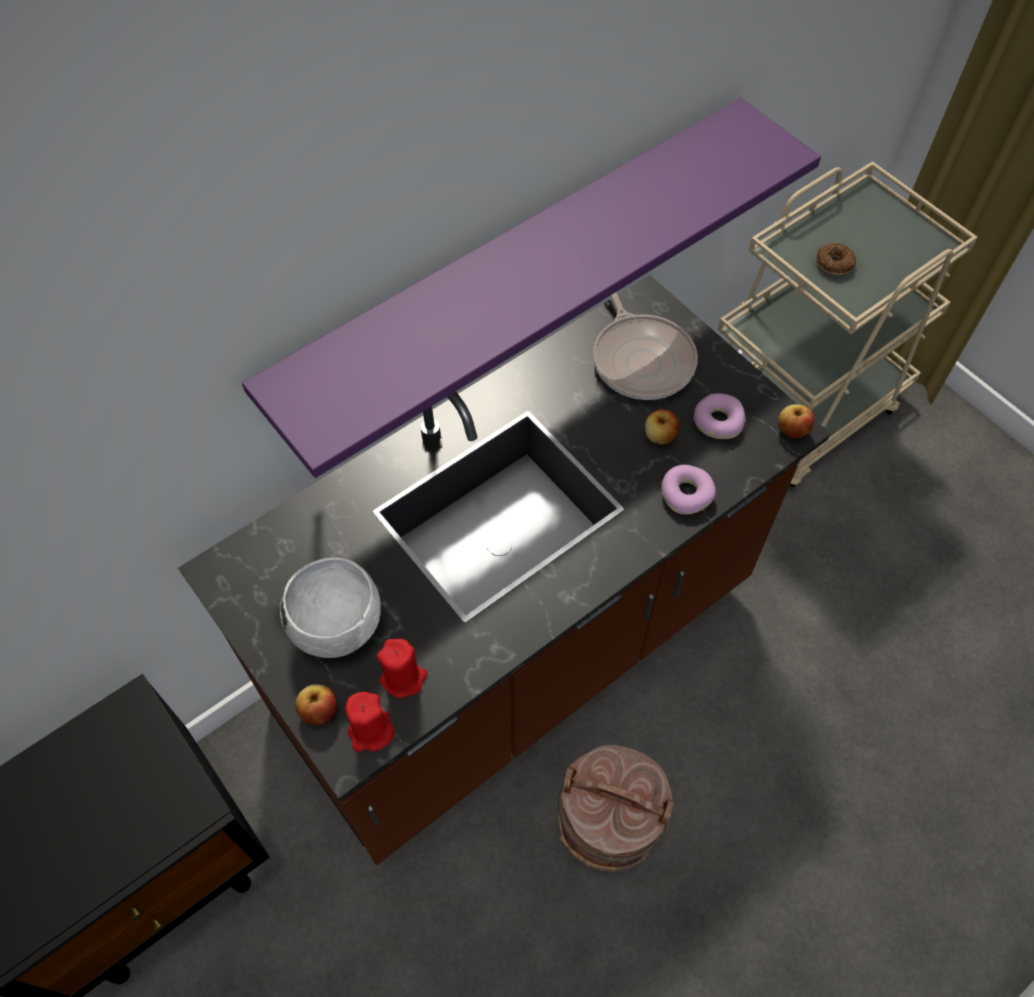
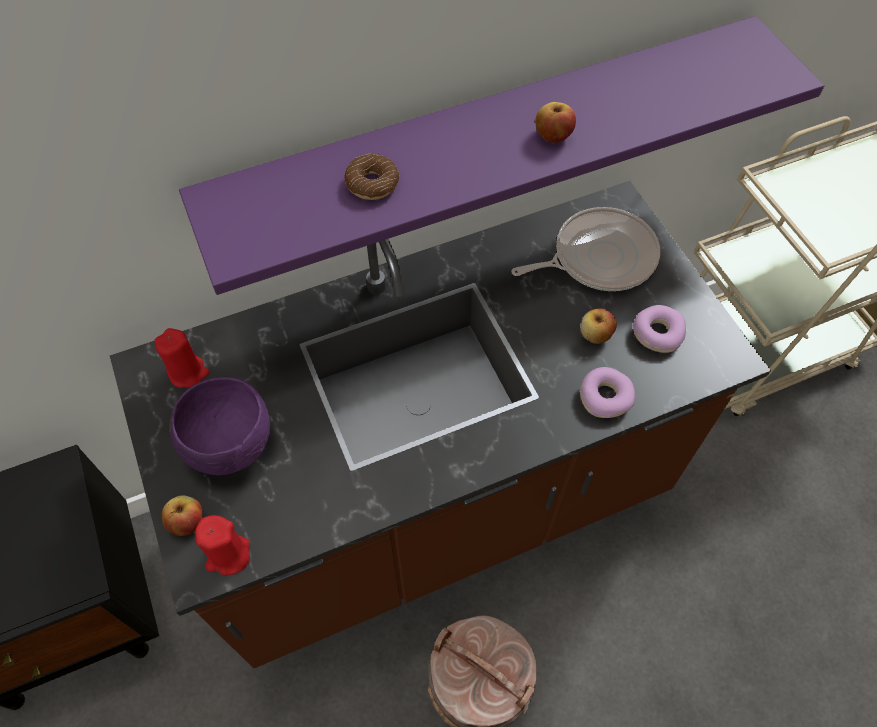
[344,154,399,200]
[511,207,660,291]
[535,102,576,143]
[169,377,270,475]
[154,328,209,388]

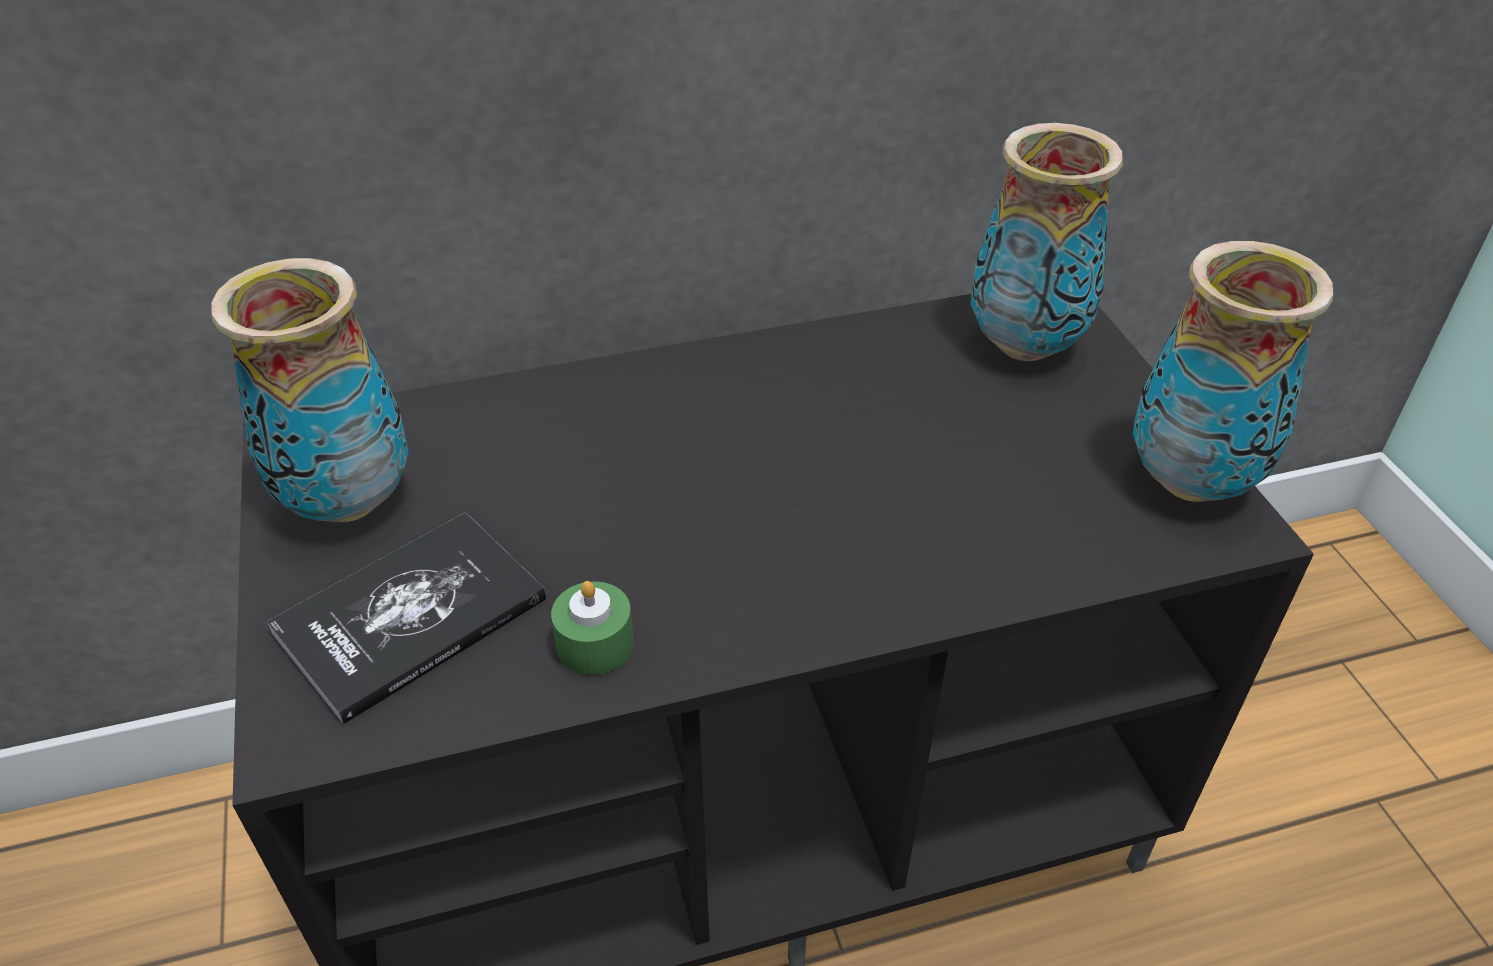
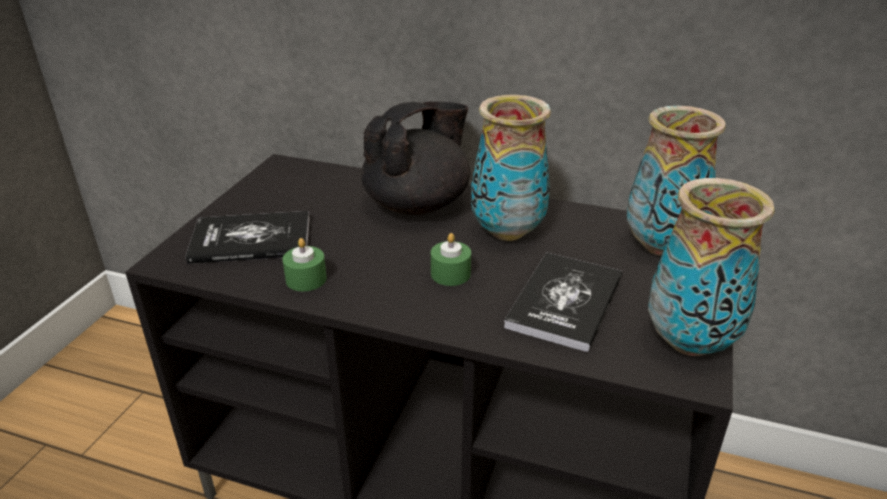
[471,95,551,241]
[361,102,470,215]
[431,233,471,286]
[504,252,622,352]

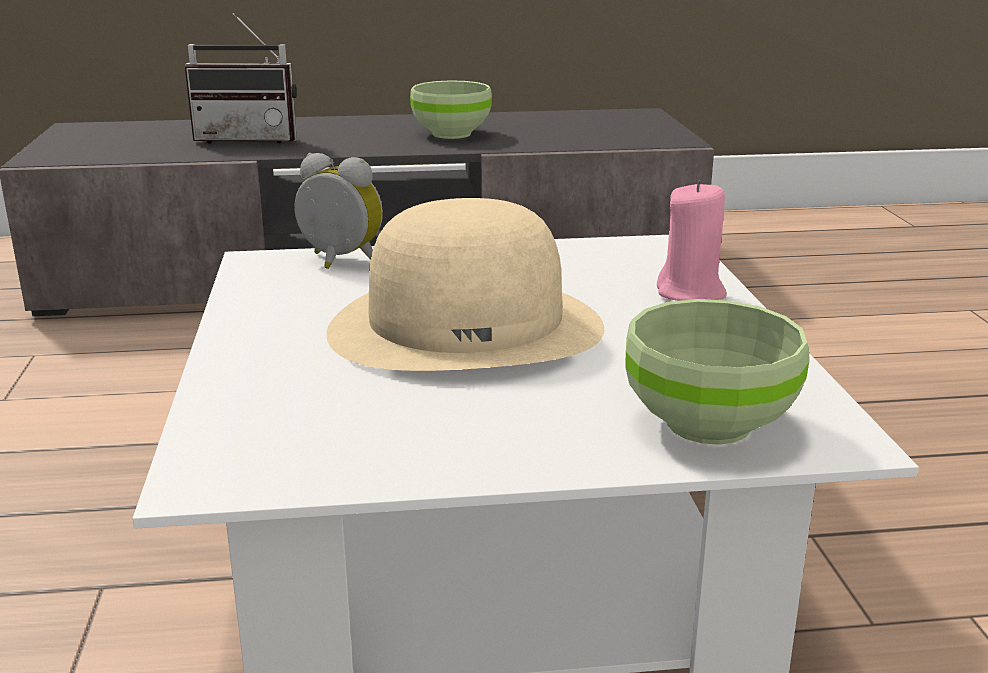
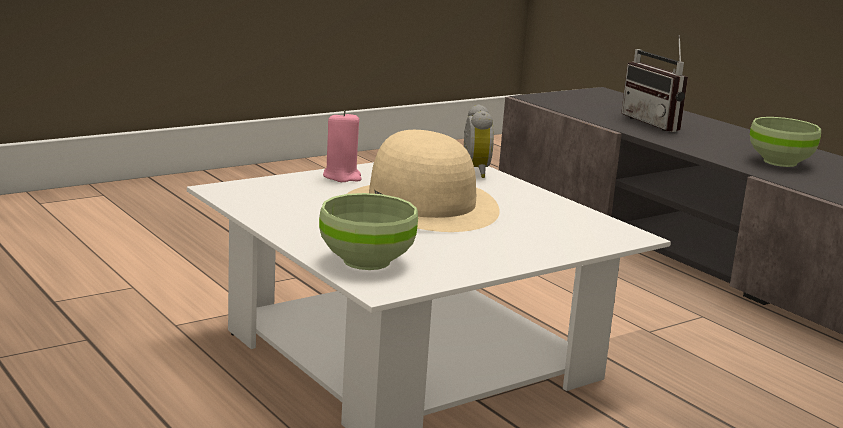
[323,110,361,182]

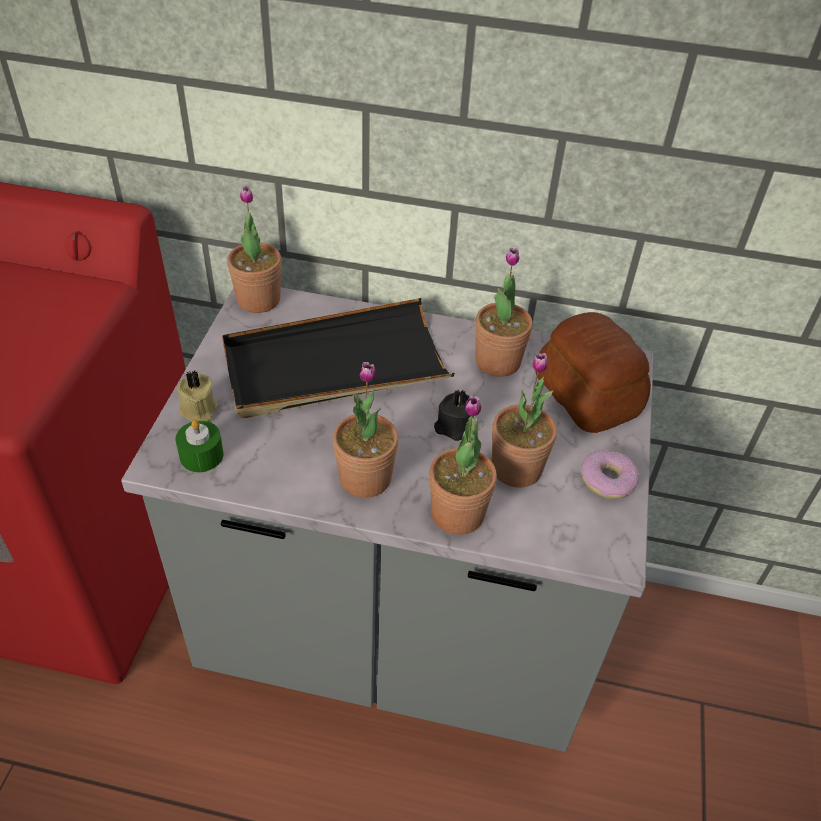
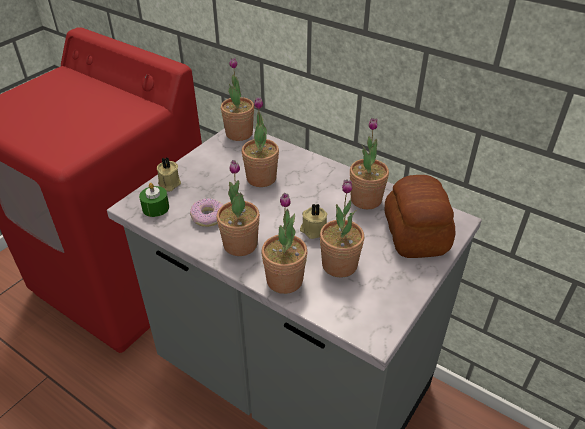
[242,97,279,187]
[300,203,327,239]
[190,198,223,227]

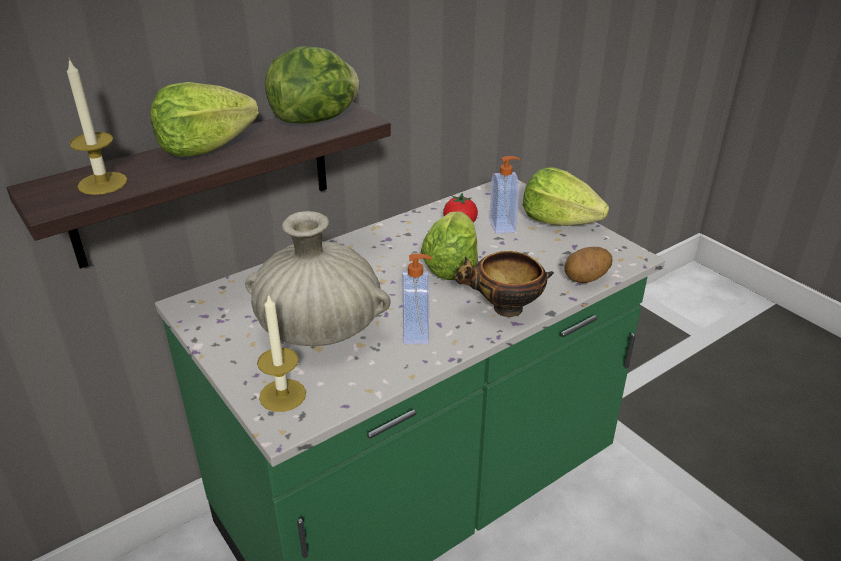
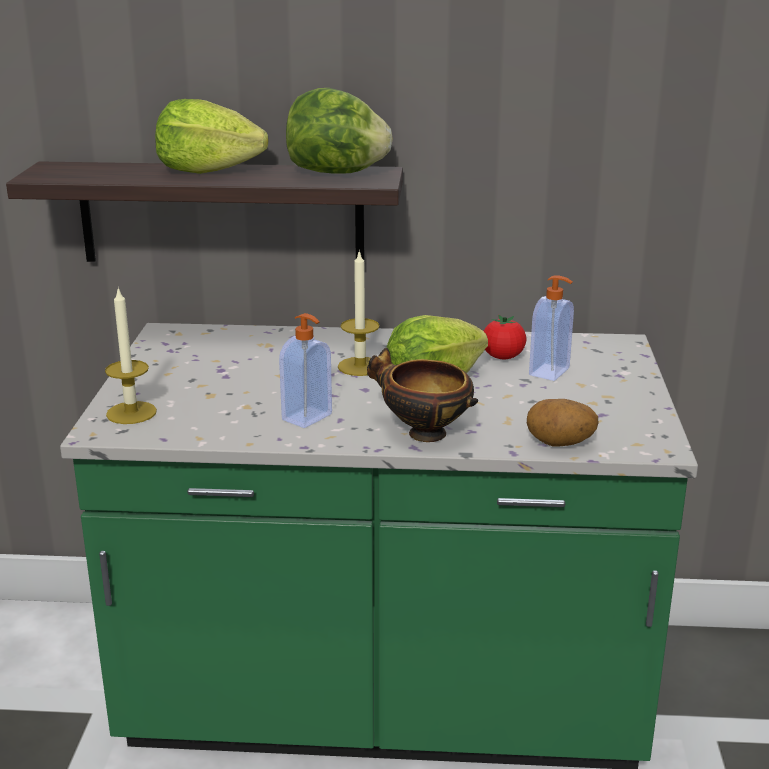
[338,250,380,376]
[523,167,609,226] (first image)
[245,211,391,346] (first image)

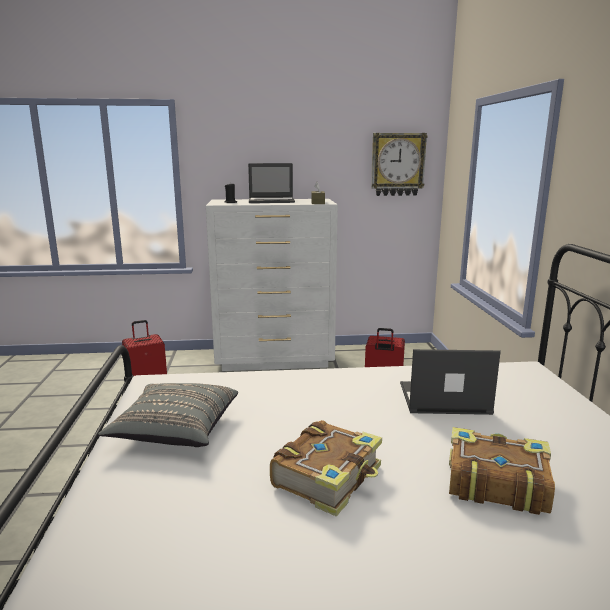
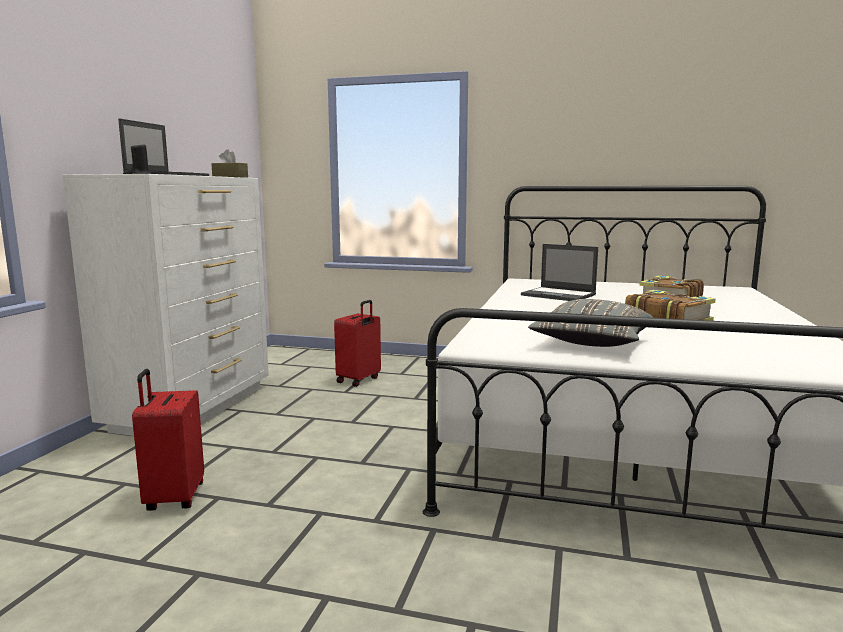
[371,133,428,196] (first image)
[521,244,598,301]

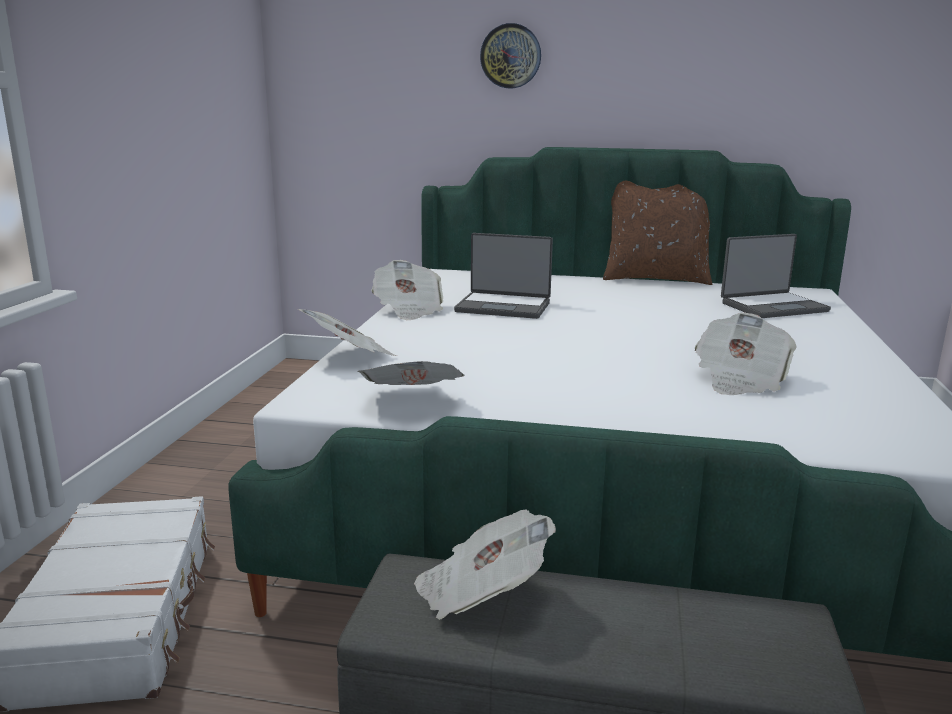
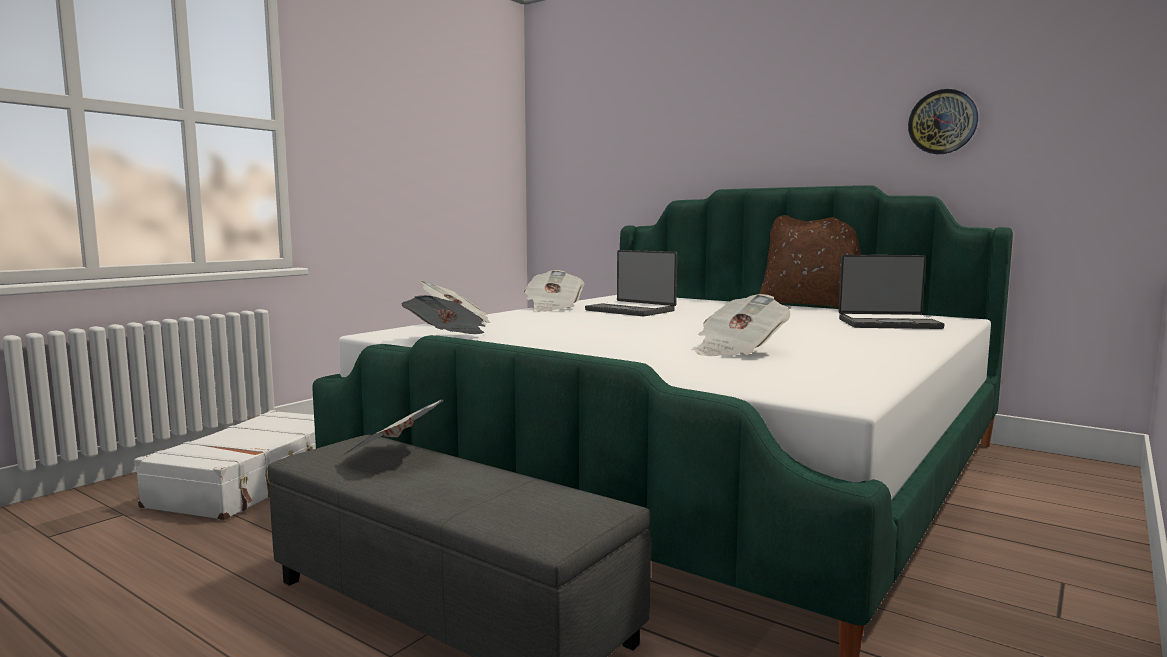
[908,89,978,154]

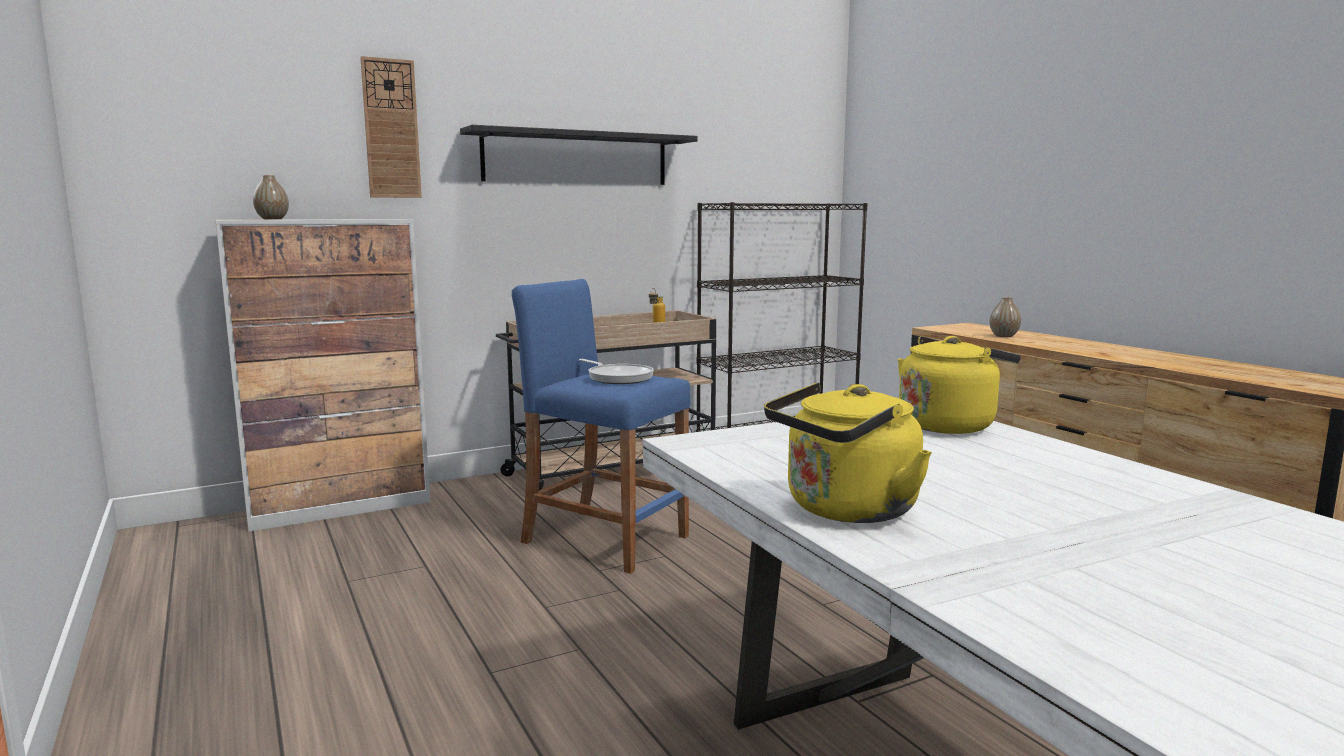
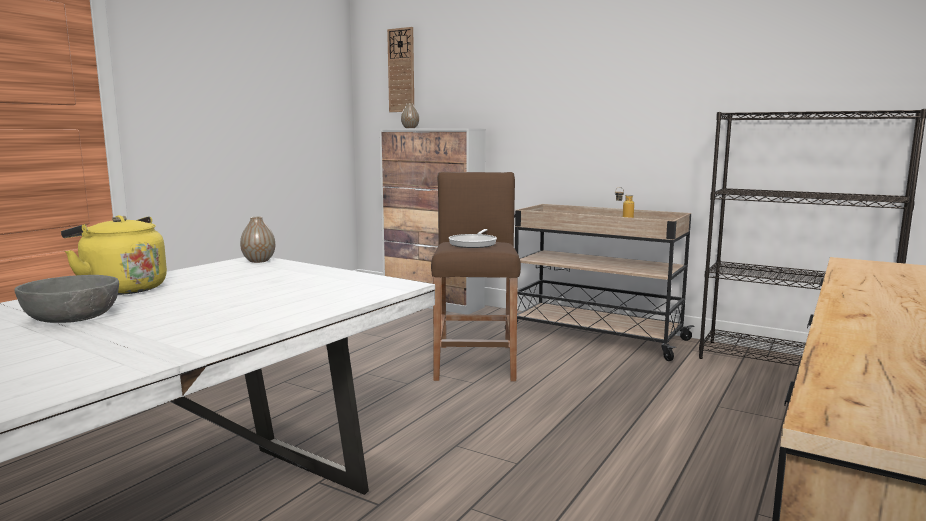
[387,27,414,112]
[460,125,698,185] (first image)
[431,172,521,381]
[240,216,275,263]
[898,336,1021,434] (first image)
[14,275,119,323]

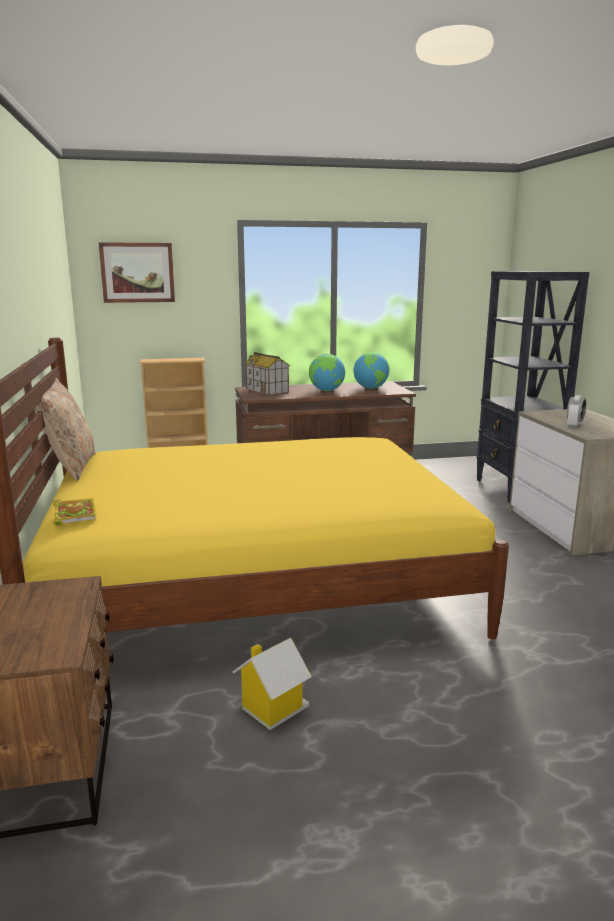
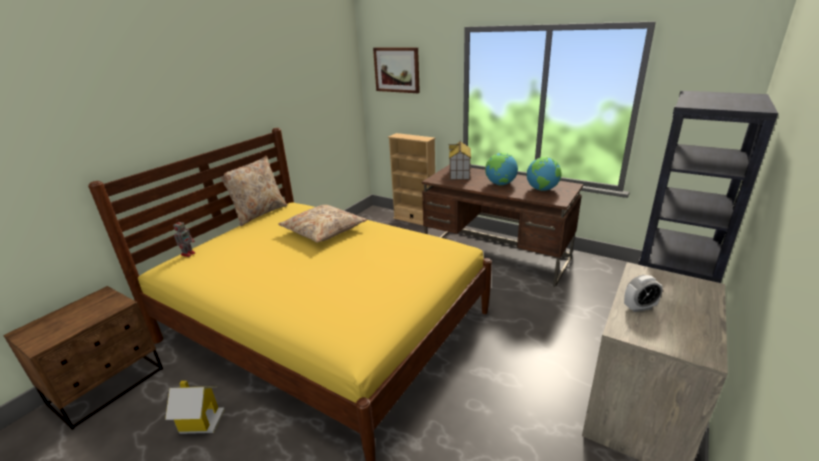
[173,220,195,257]
[278,205,367,243]

